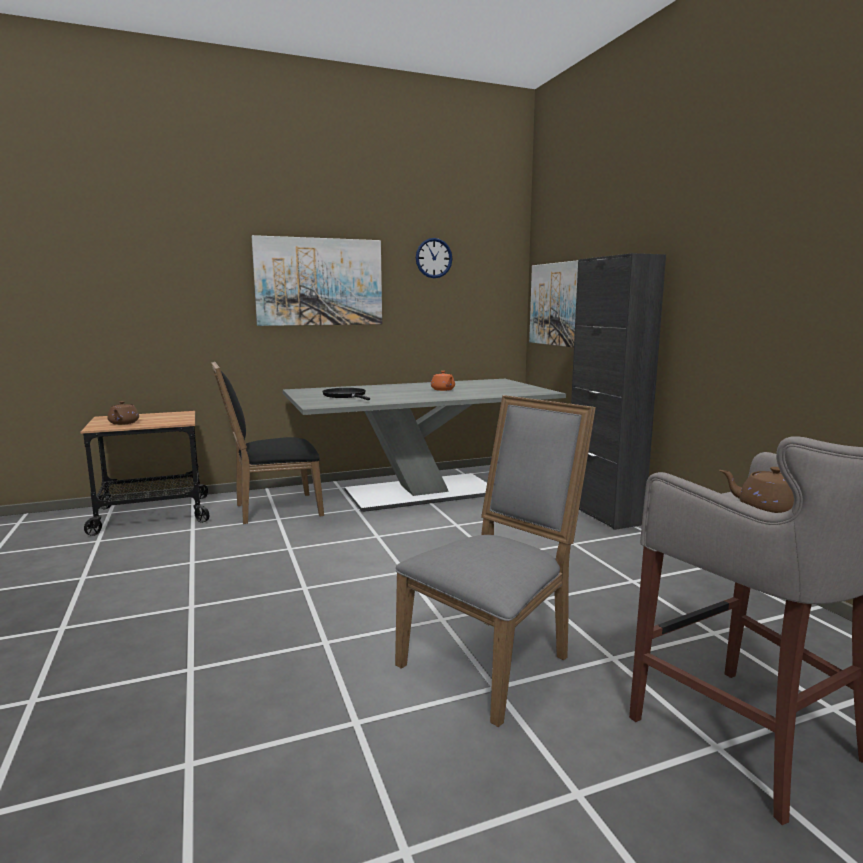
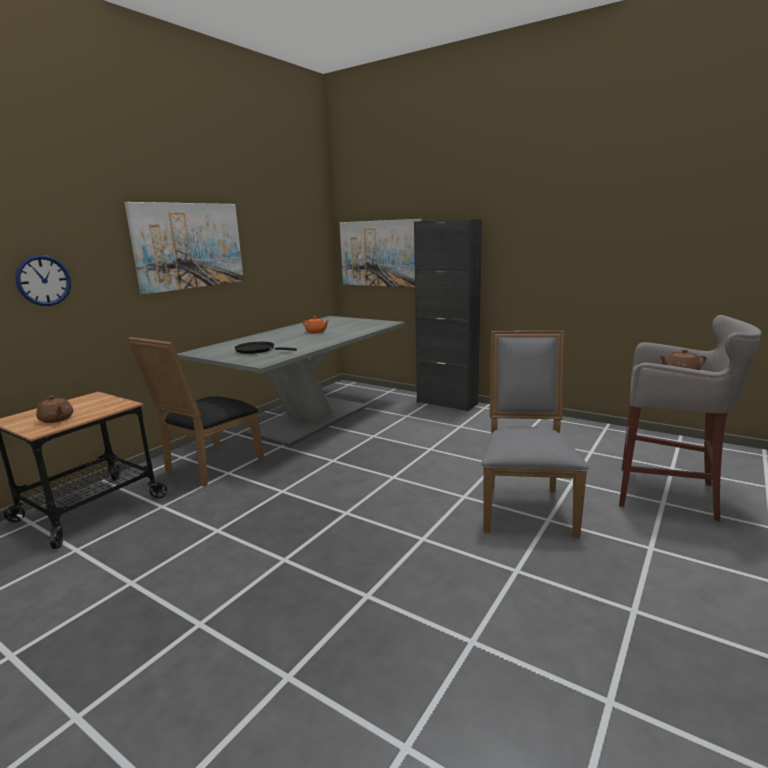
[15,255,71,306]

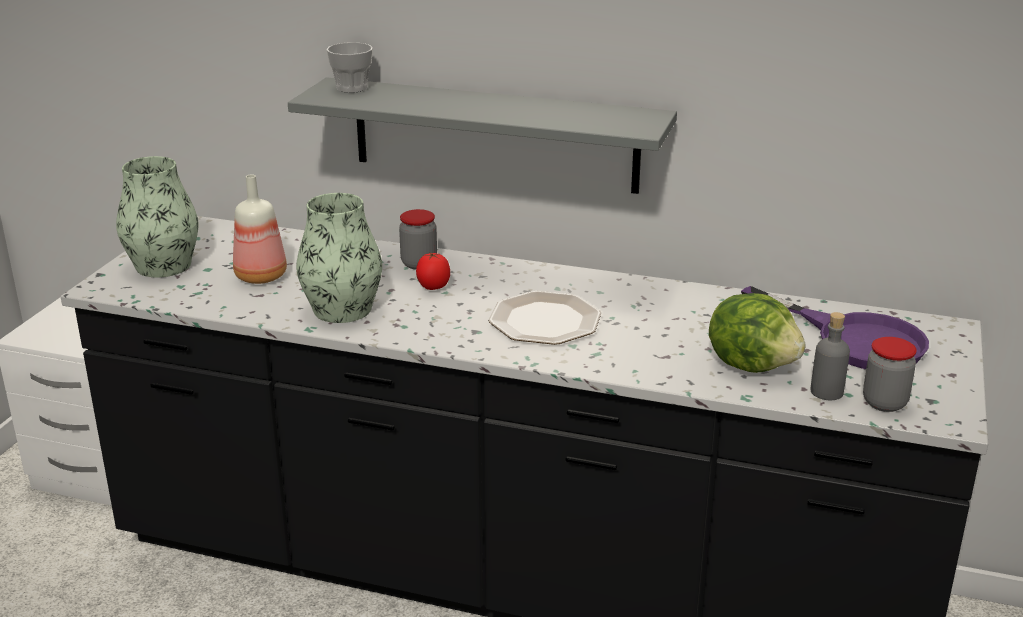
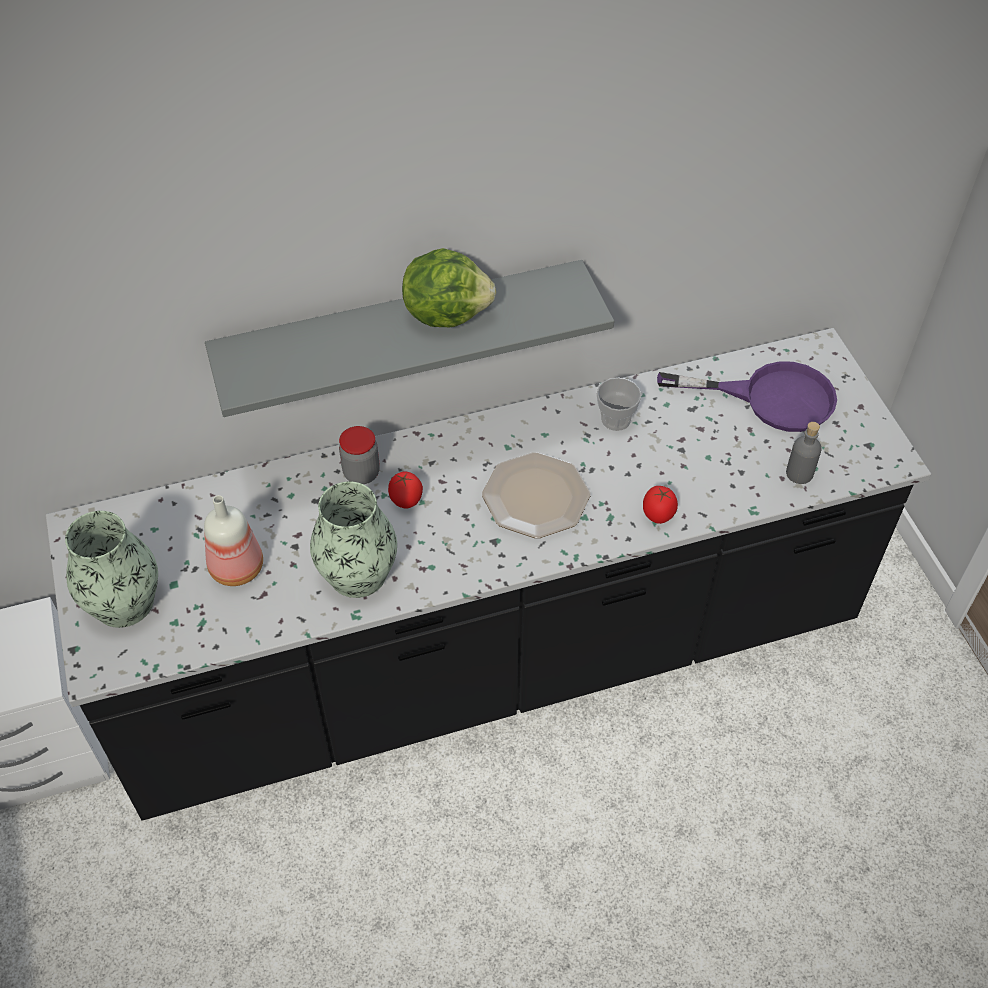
[597,378,641,431]
[402,248,496,327]
[863,337,917,412] (first image)
[643,486,678,524]

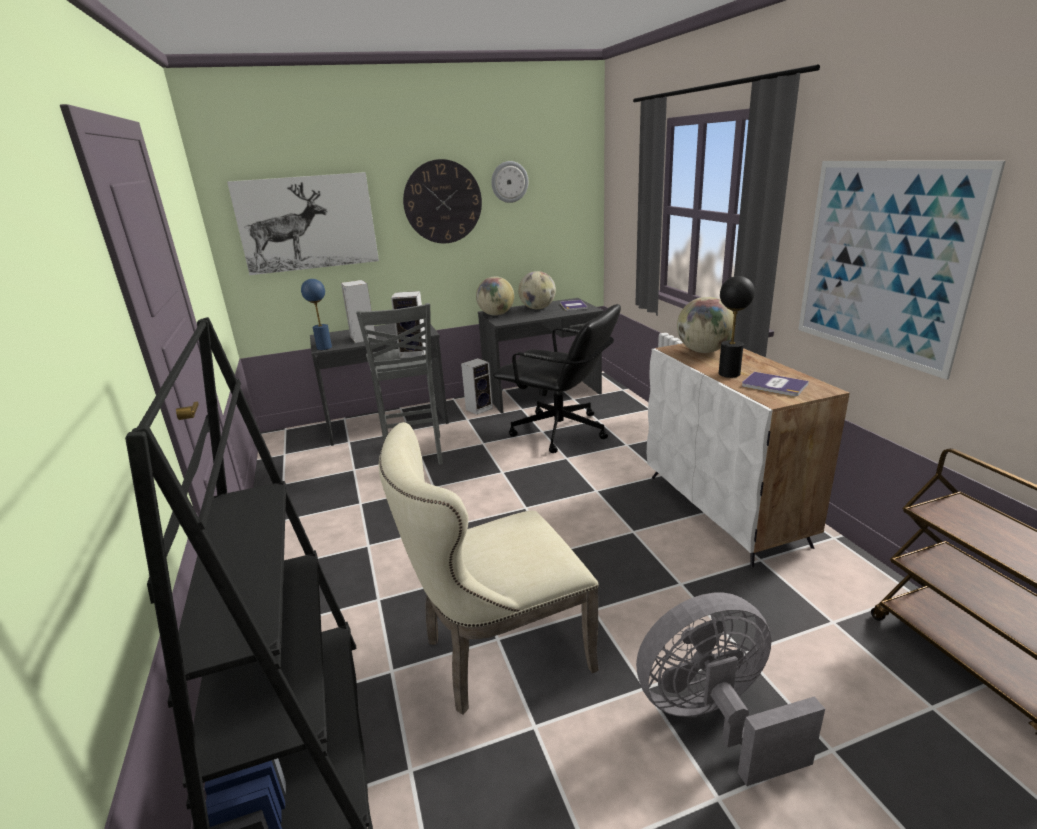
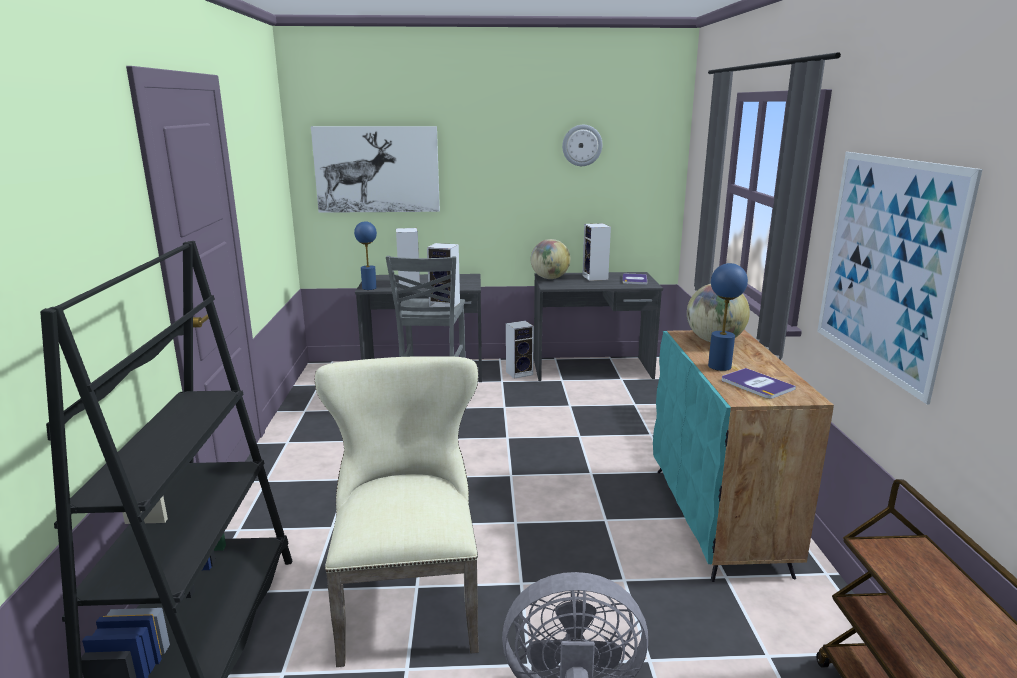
[403,159,482,243] (first image)
[582,223,611,281]
[708,263,748,371]
[493,304,621,453] (first image)
[653,330,834,582]
[314,356,479,667]

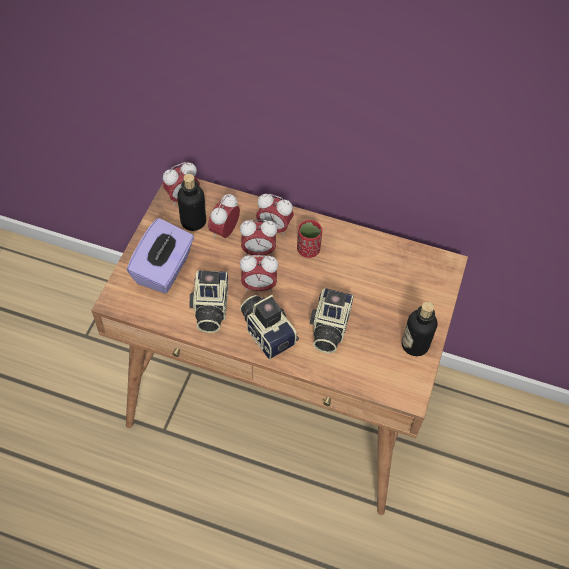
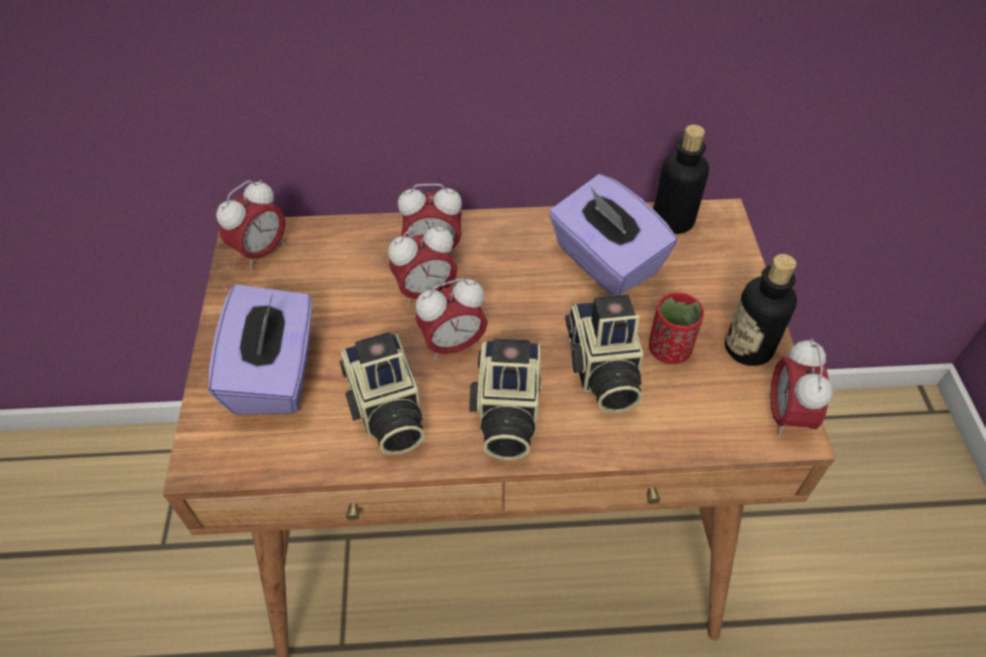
[653,125,709,234]
[770,339,833,437]
[649,292,704,364]
[469,339,542,460]
[549,174,677,296]

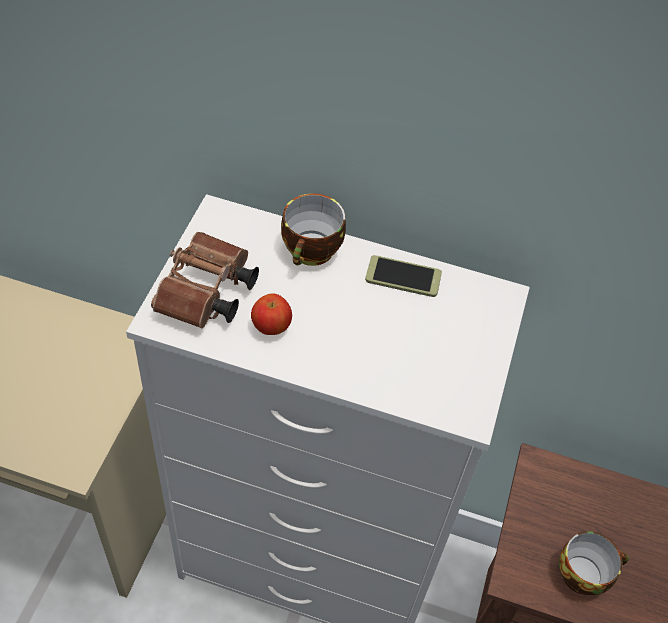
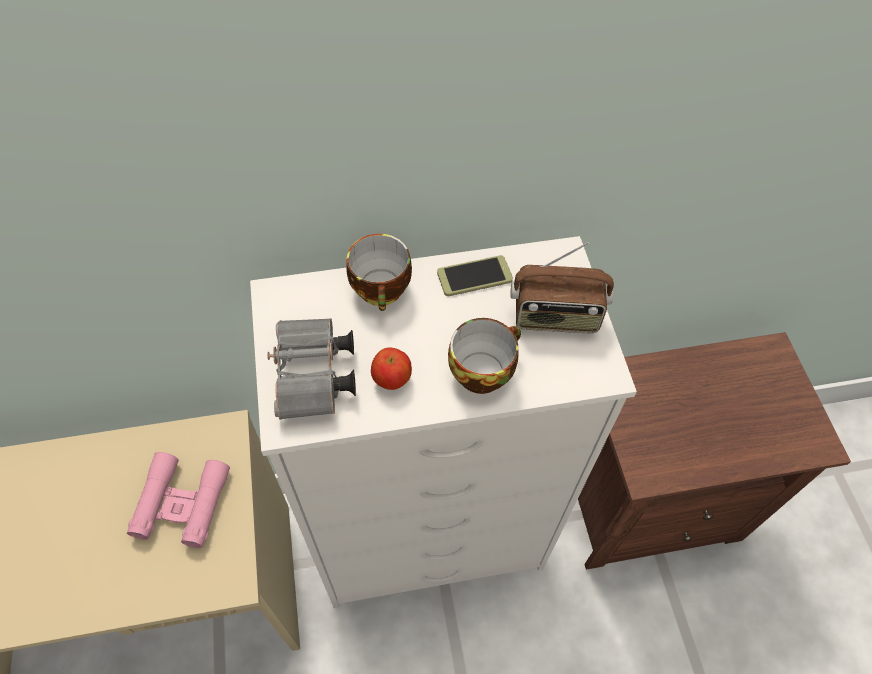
[267,318,356,420]
[448,318,521,394]
[510,242,614,333]
[127,452,230,548]

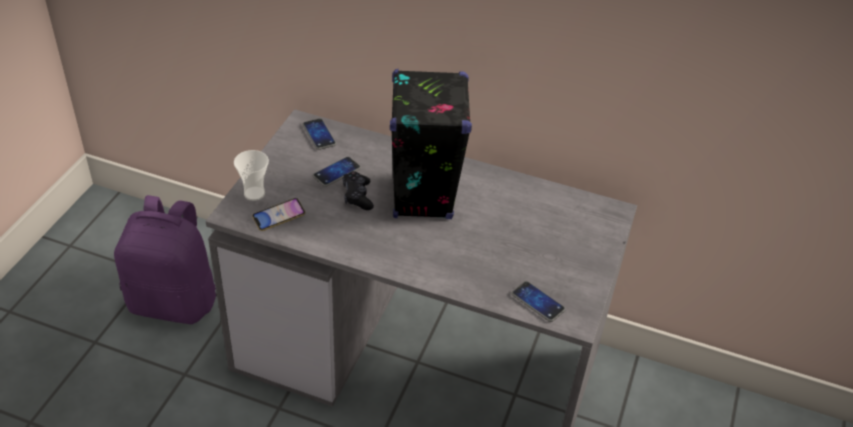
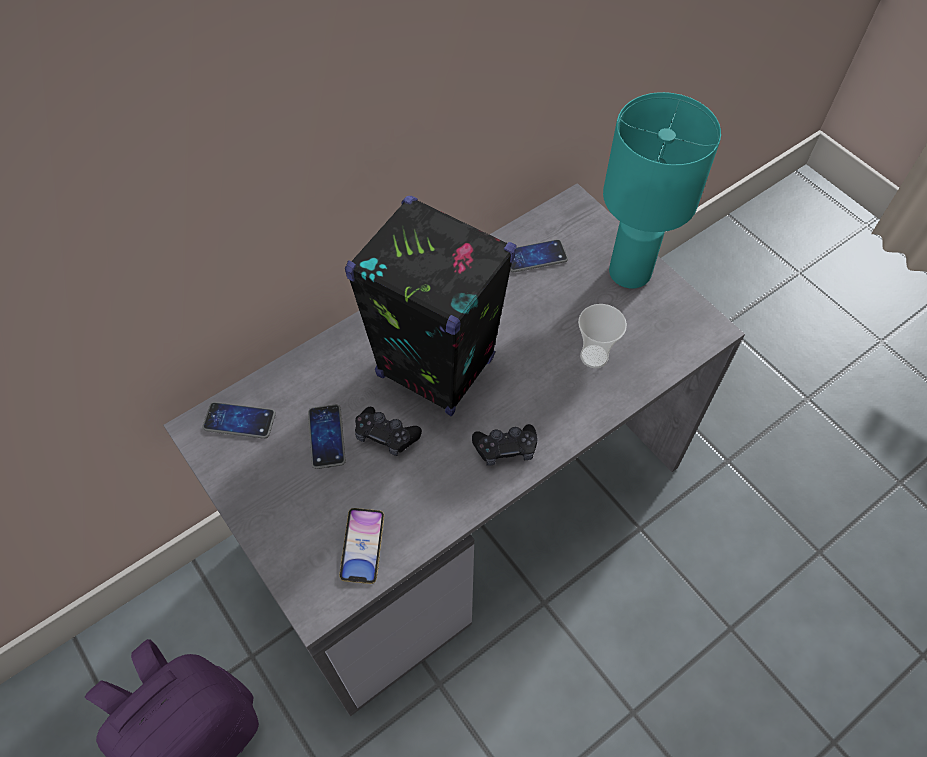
[578,304,627,368]
[510,239,568,272]
[603,92,721,288]
[472,424,537,466]

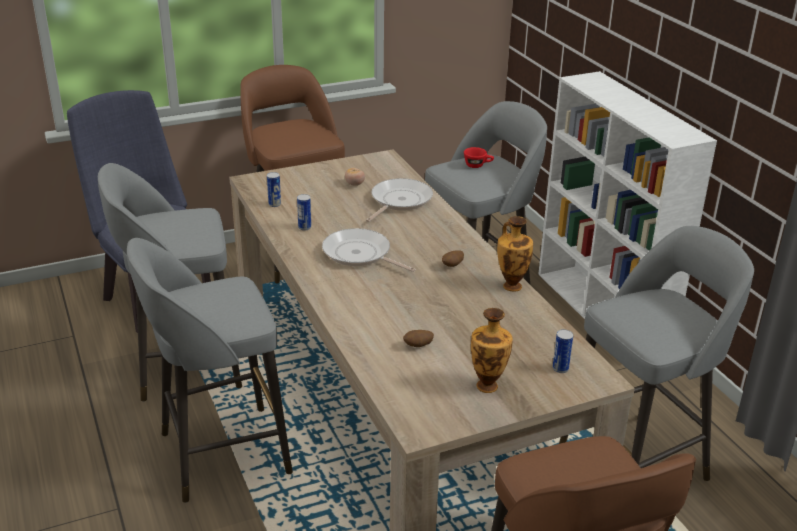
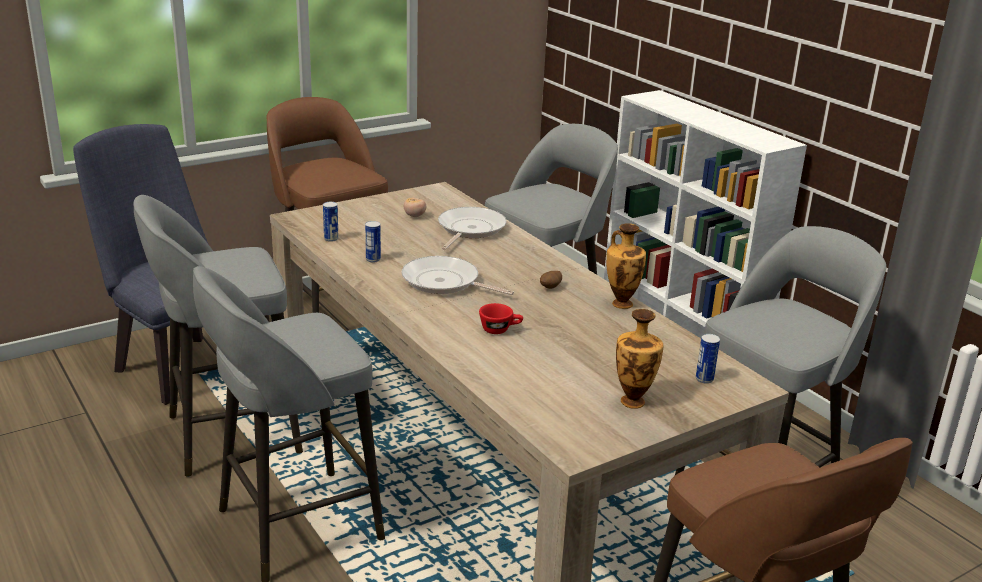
[479,303,523,334]
[403,330,434,347] (first image)

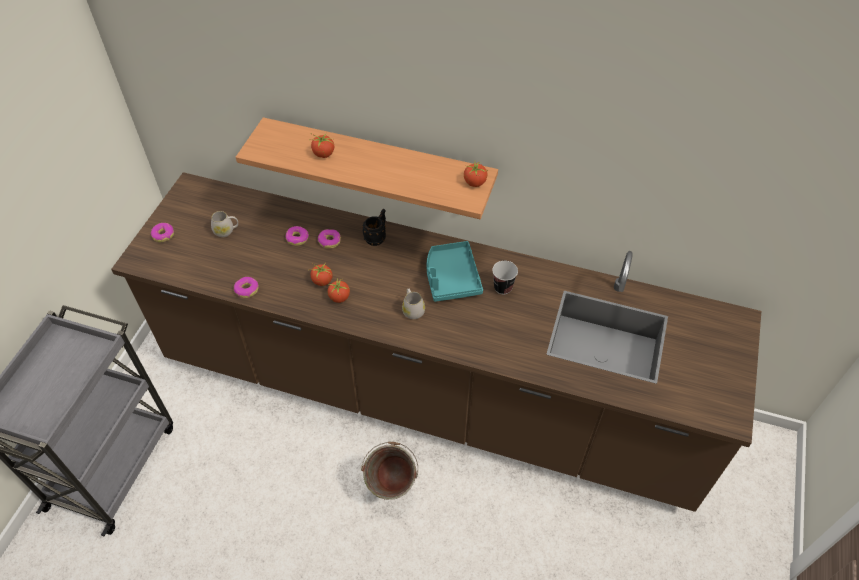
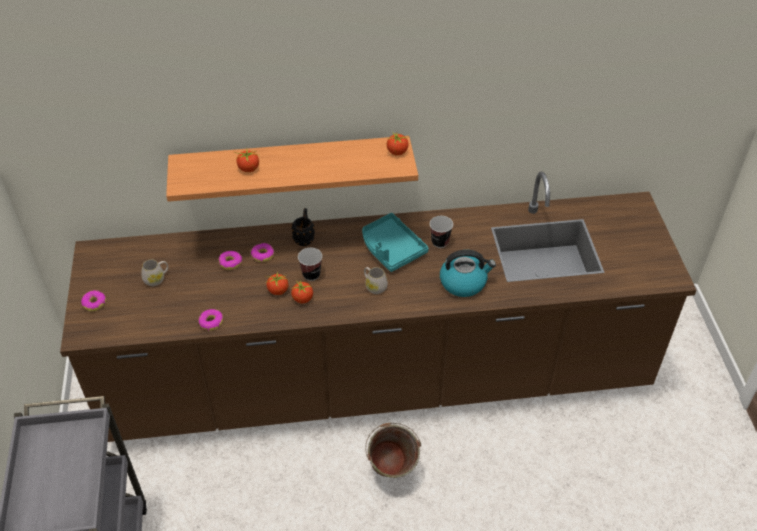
[298,248,322,281]
[440,250,496,297]

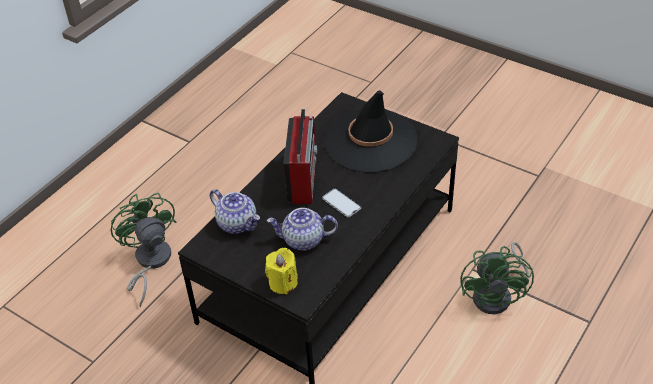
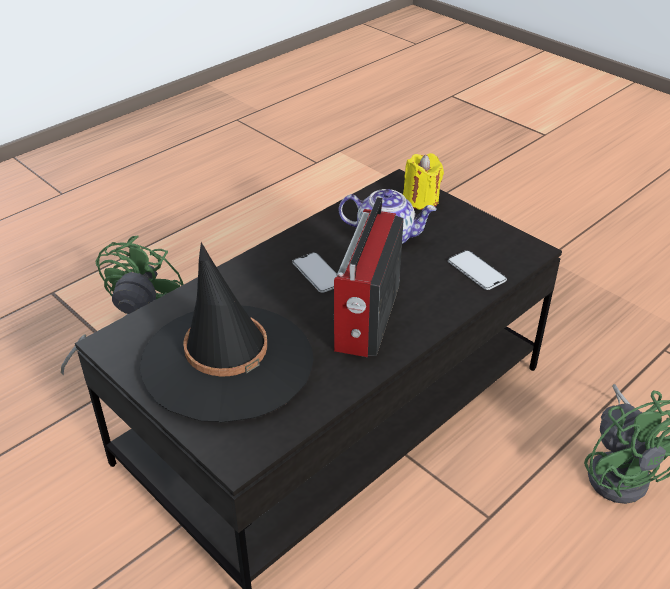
[448,250,507,290]

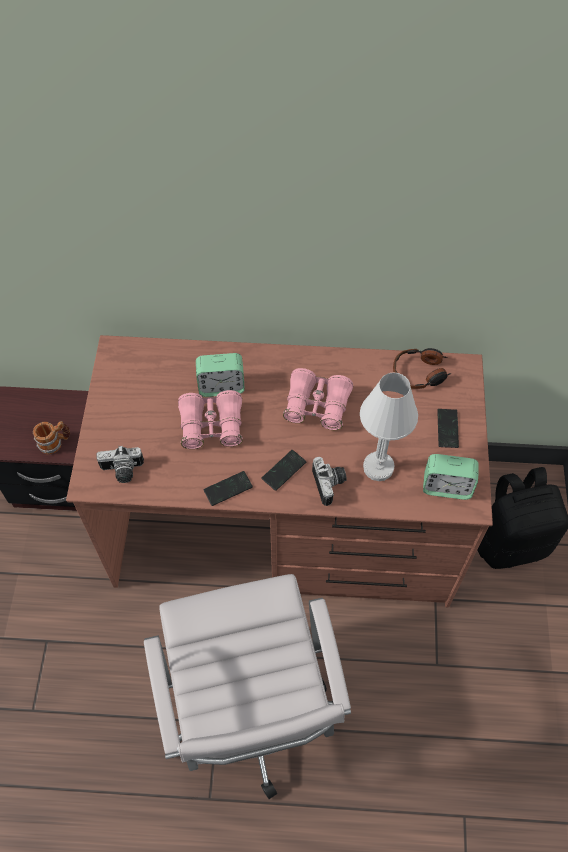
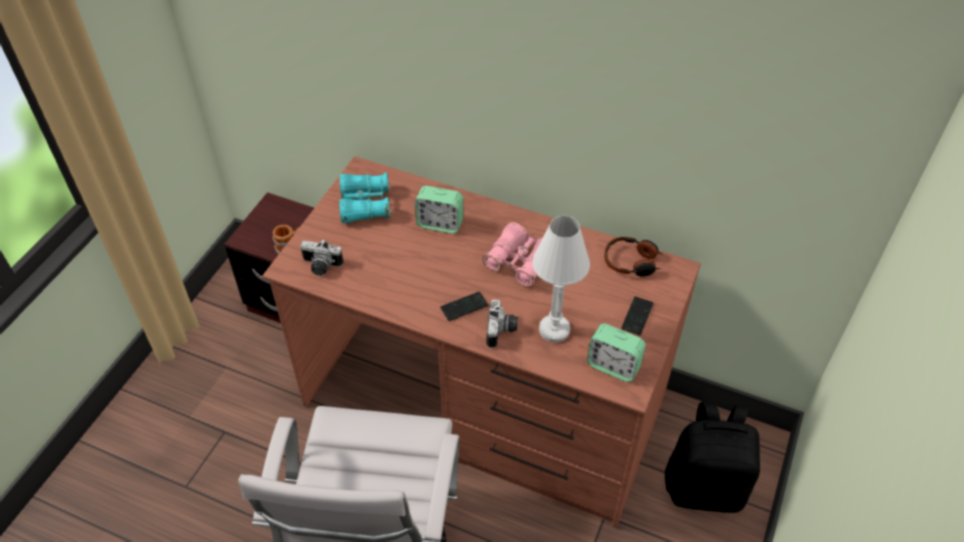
[178,390,243,449] (first image)
[203,471,253,506] (first image)
[339,172,390,223]

